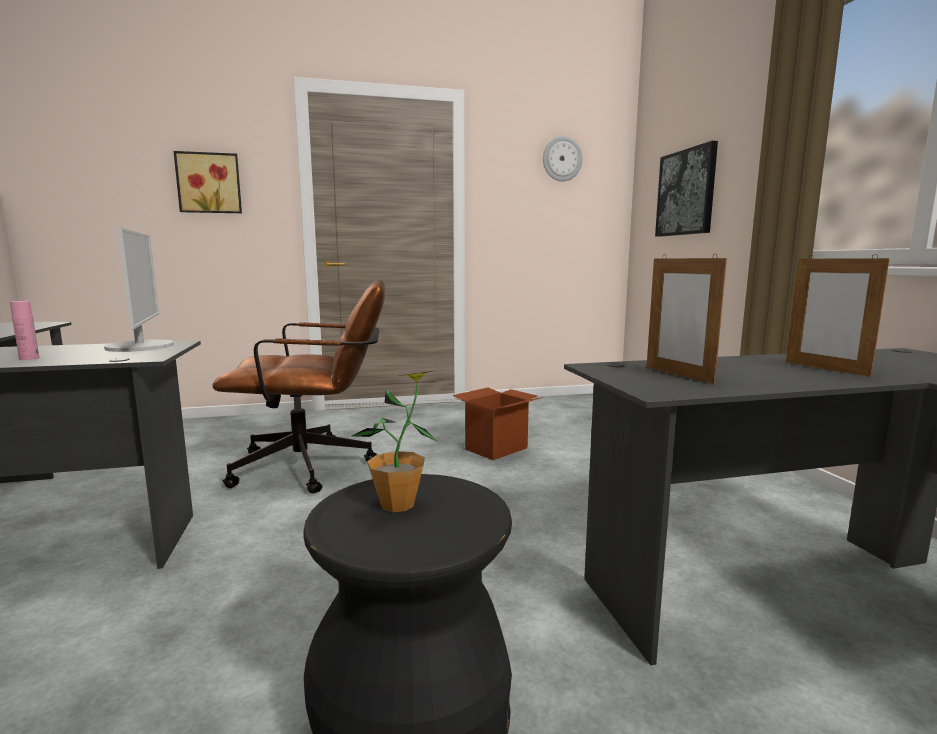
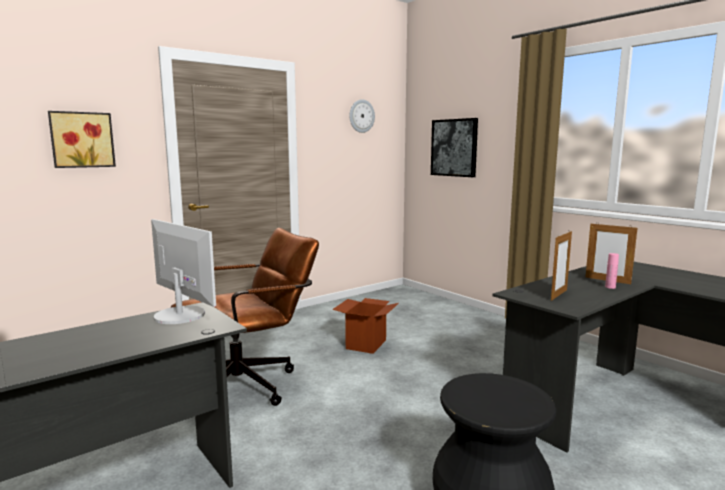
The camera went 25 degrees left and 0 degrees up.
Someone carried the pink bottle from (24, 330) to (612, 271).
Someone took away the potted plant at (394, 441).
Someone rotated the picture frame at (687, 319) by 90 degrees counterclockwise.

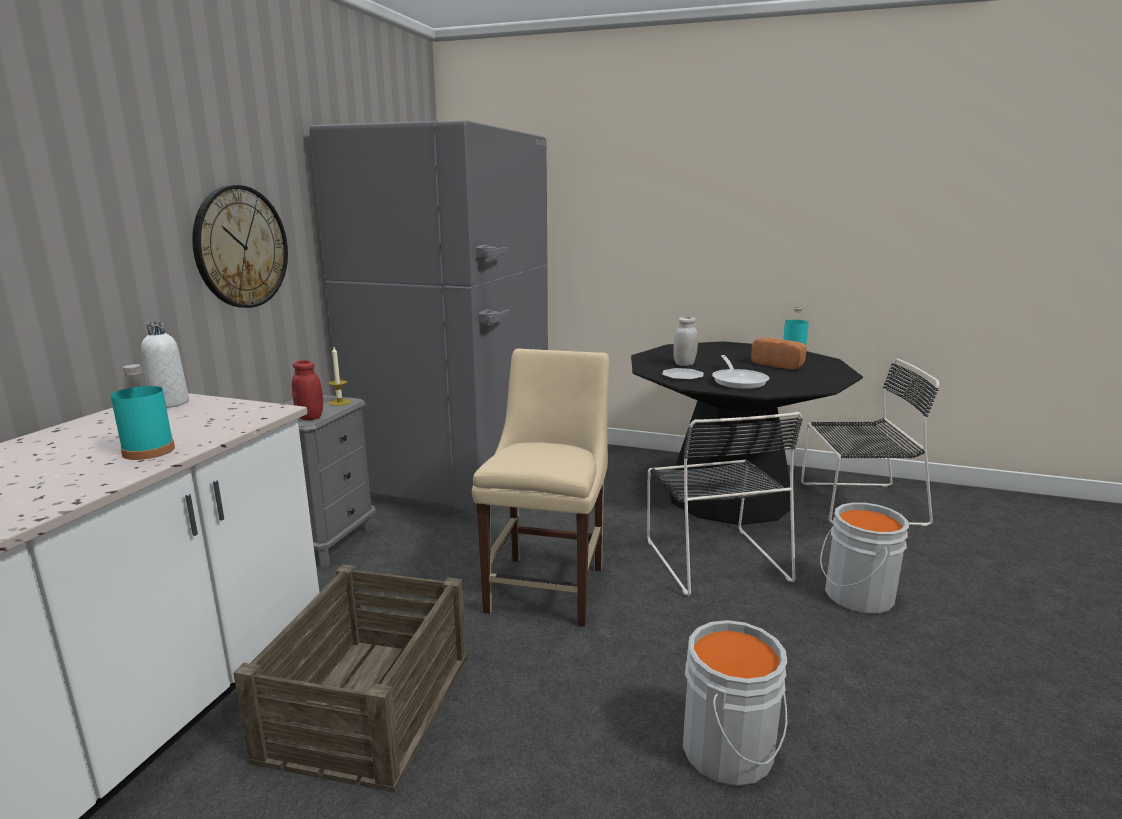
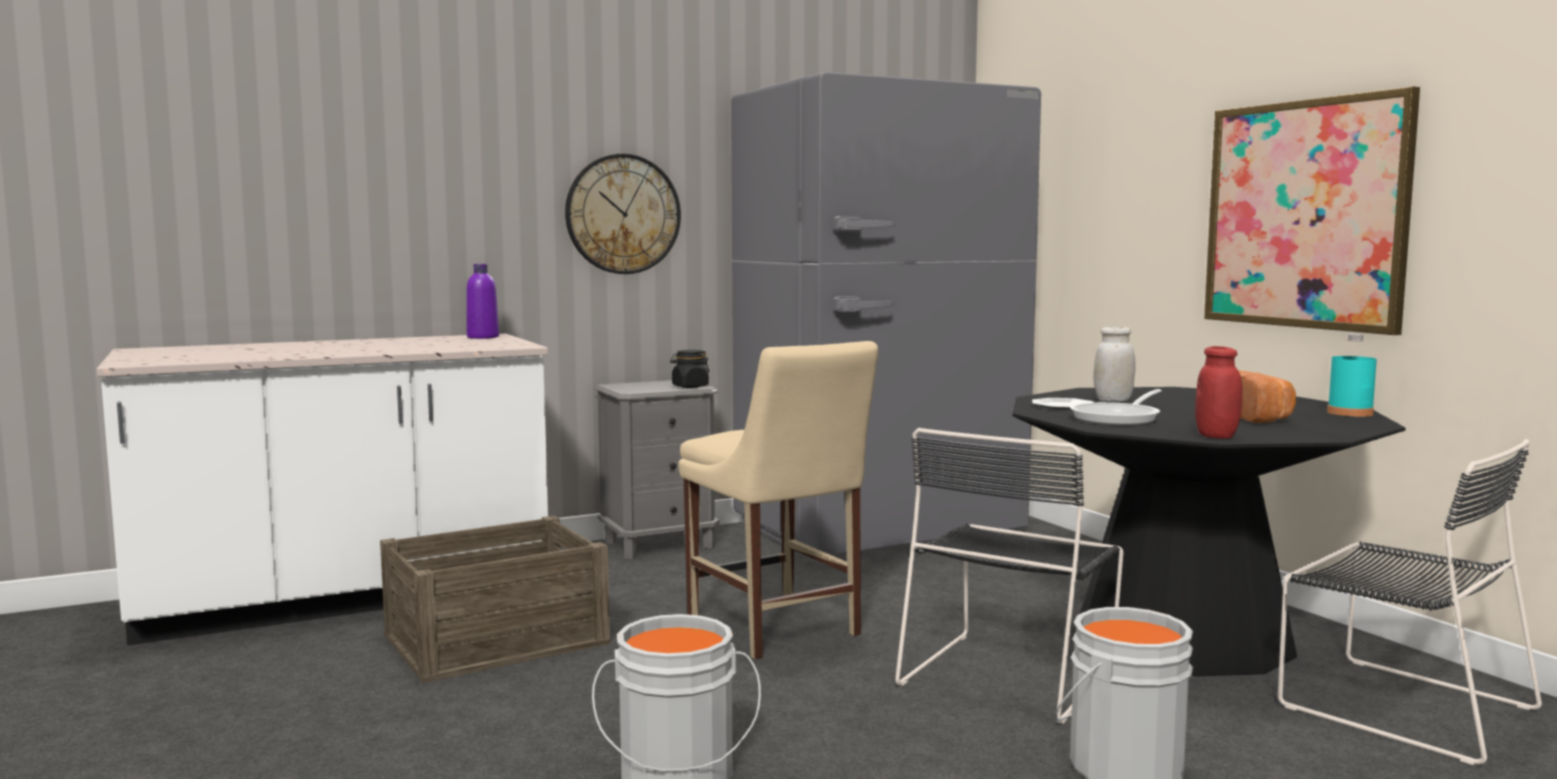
The camera went 45 degrees right and 10 degrees down.
Someone took away the turquoise bottle at (142, 412).
Someone repainted the white bottle at (165, 365), which became the purple bottle at (483, 301).
Someone carried the red jar from (307, 390) to (1218, 392).
Someone swapped the candle at (339, 376) for the black jar at (690, 369).
Someone rotated the beige chair at (541, 488) by 90 degrees clockwise.
Someone put up the picture at (1312, 210).

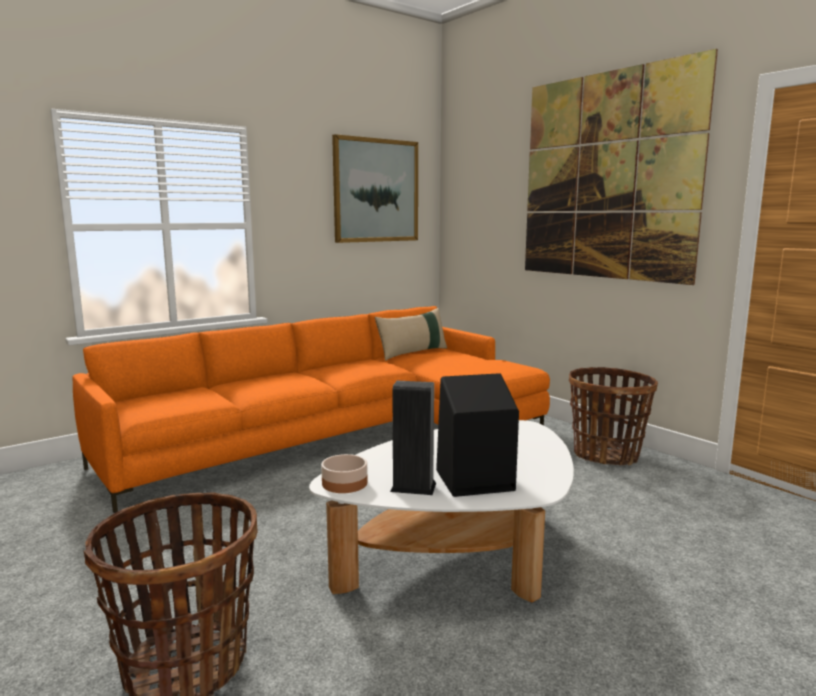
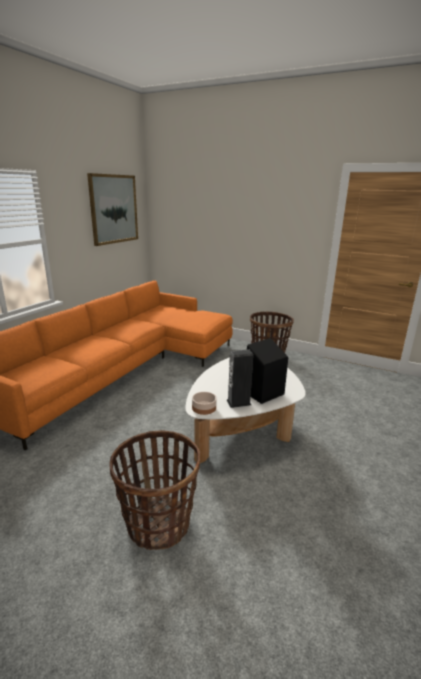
The camera went 25 degrees left and 10 degrees up.
Someone took away the beige pillow at (411, 334).
Someone took away the picture at (621, 167).

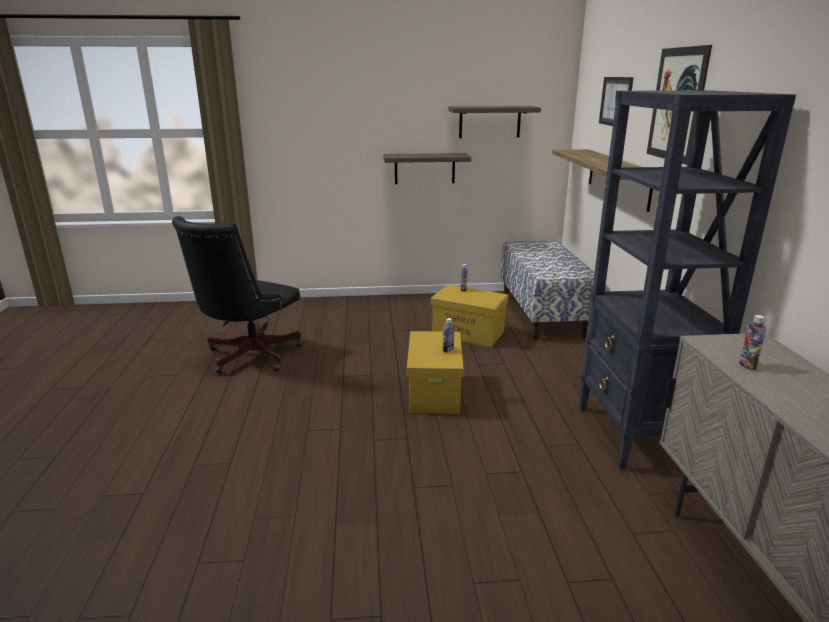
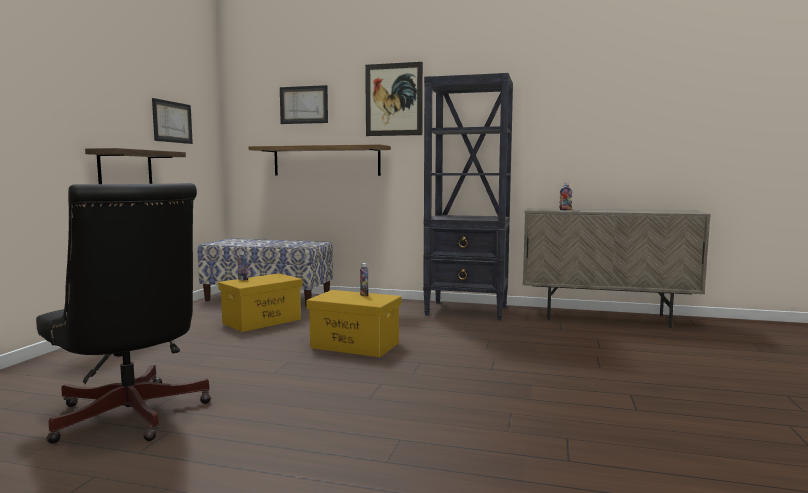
The camera went 70 degrees left and 15 degrees down.
Someone swapped the shelf at (495, 122) for the picture at (172, 121).

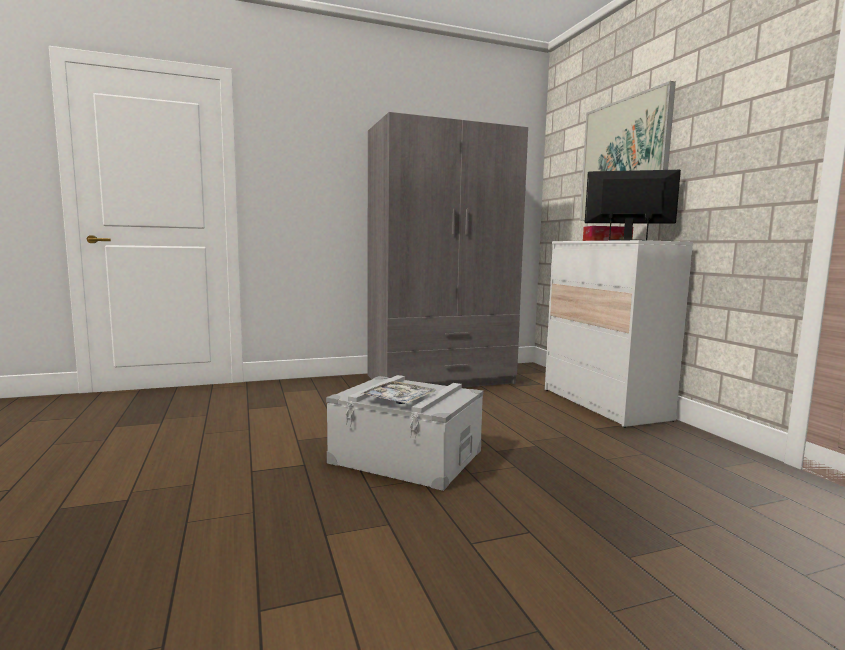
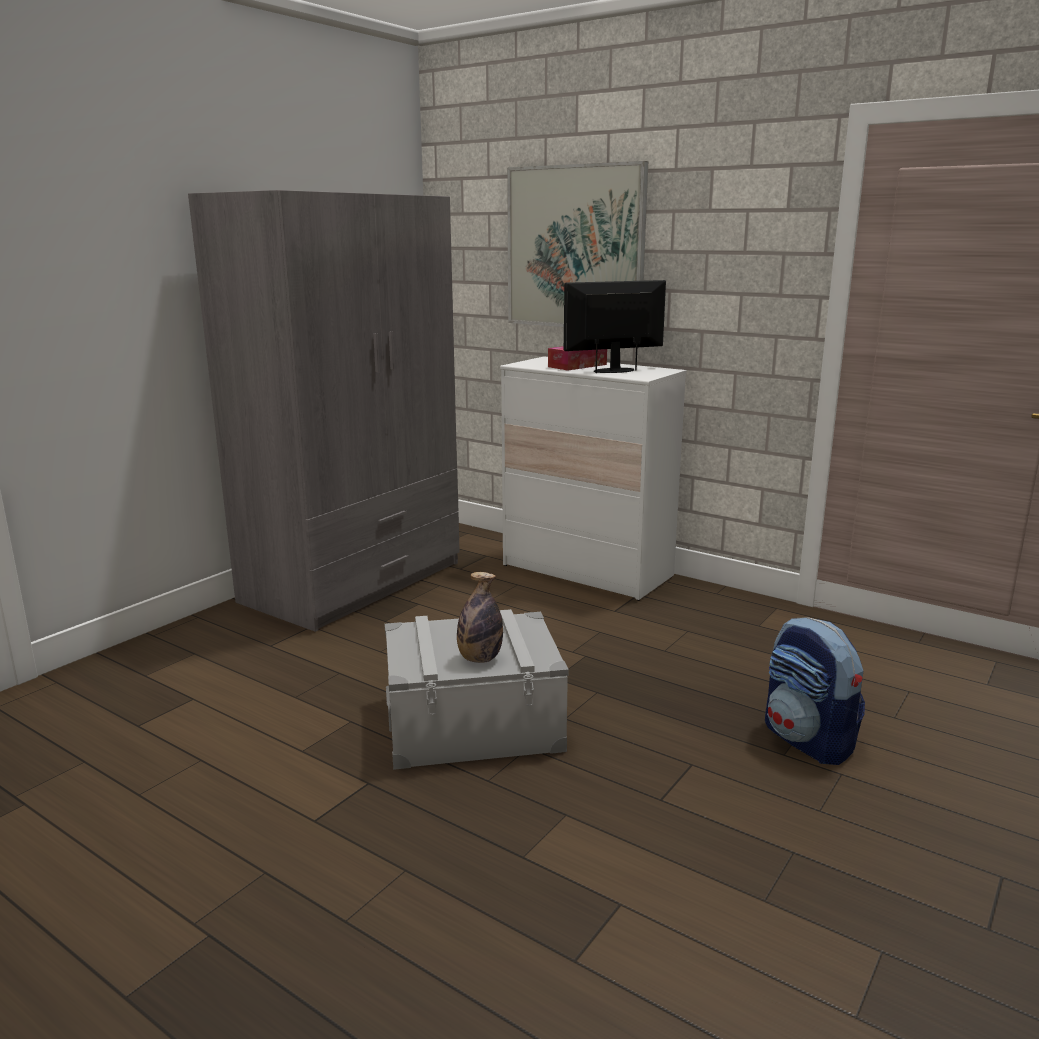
The camera went 35 degrees left and 10 degrees up.
Someone swapped the tray at (398, 392) for the bottle at (480, 617).
Someone put down the backpack at (815, 691).

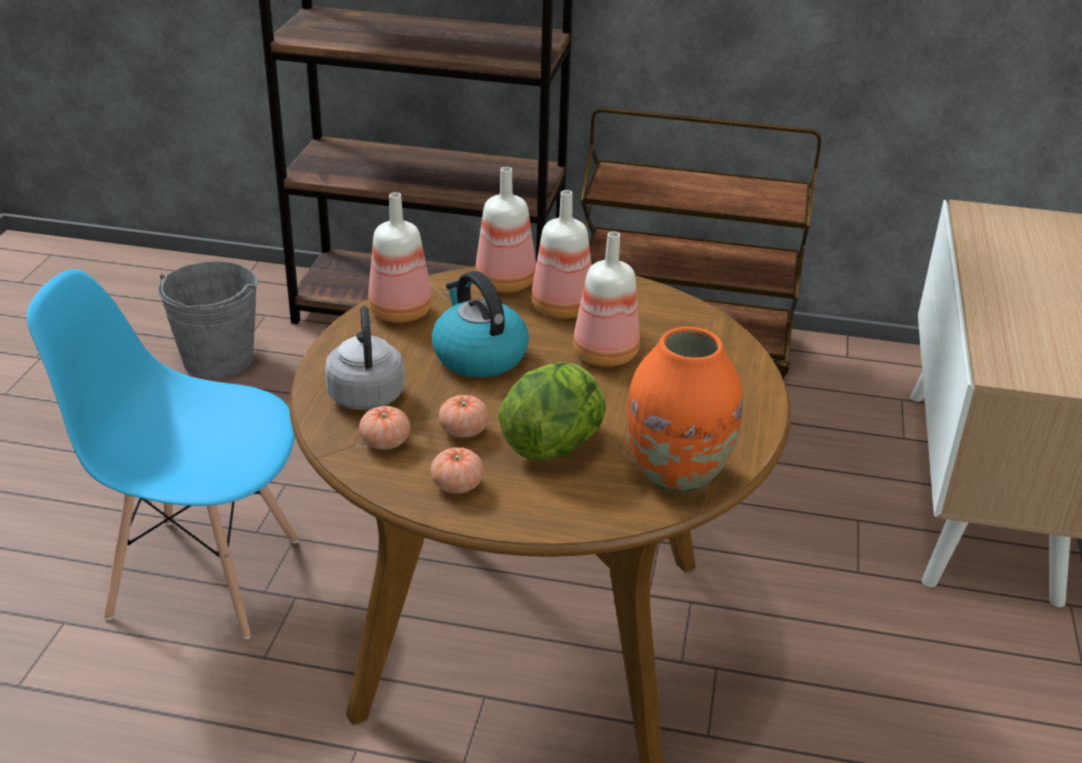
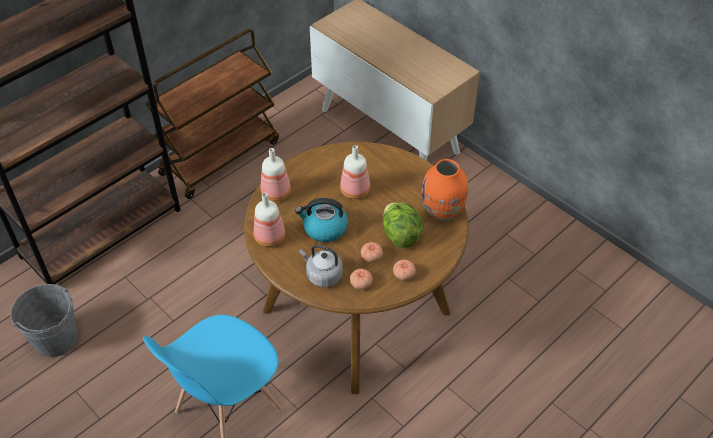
The camera went 55 degrees left and 15 degrees up.
Someone took away the bottle at (562, 254).

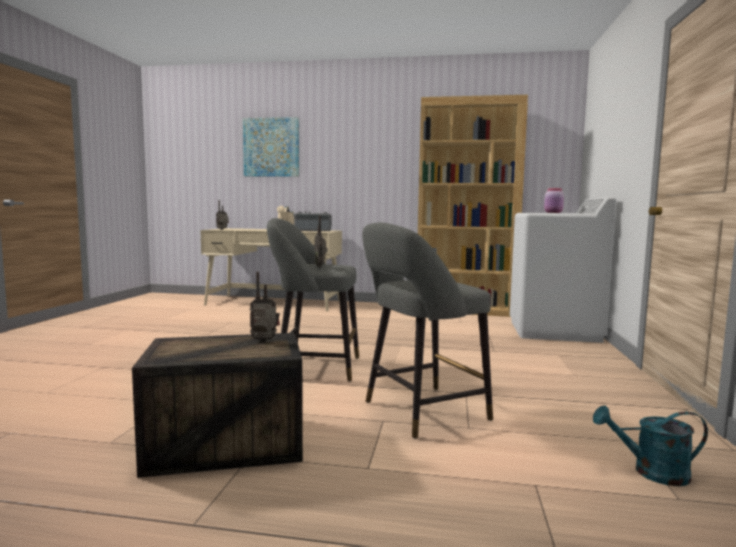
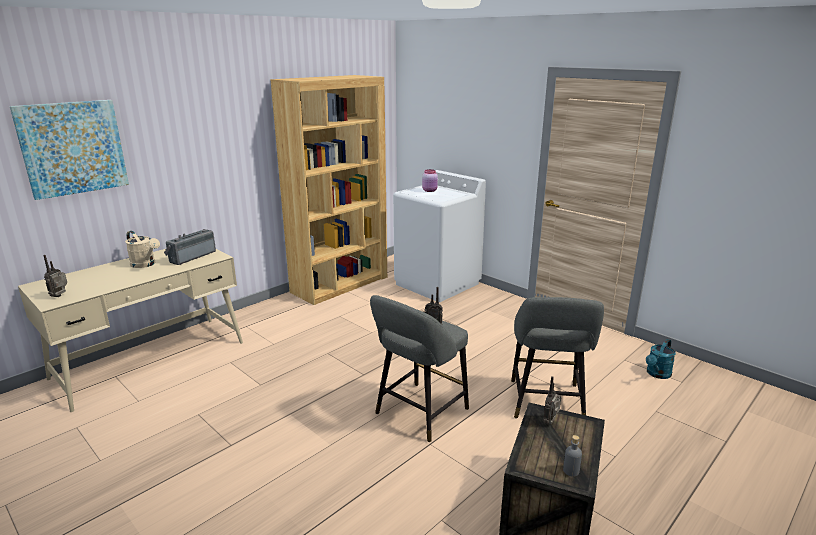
The camera went 55 degrees left and 15 degrees up.
Someone put down the grey bottle at (572, 456).

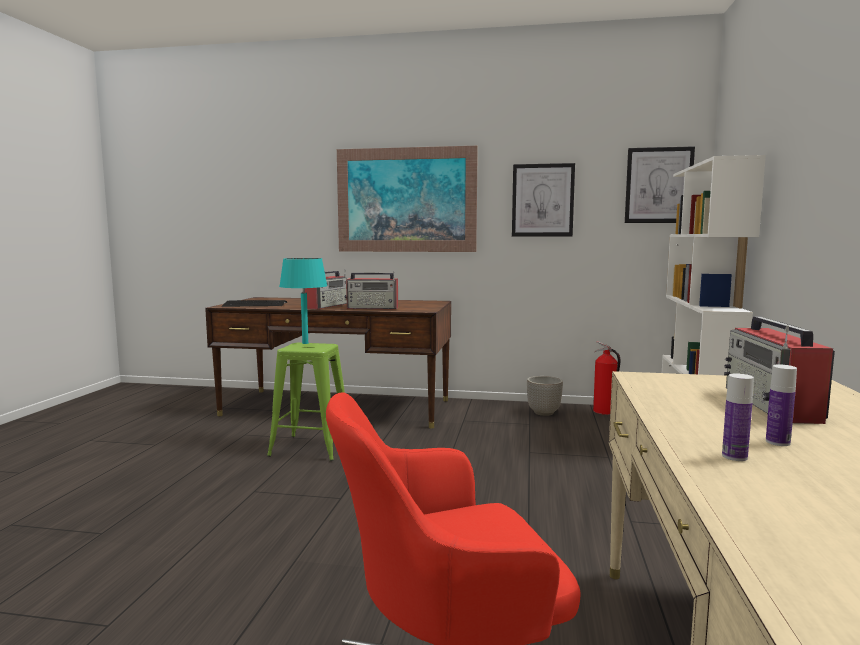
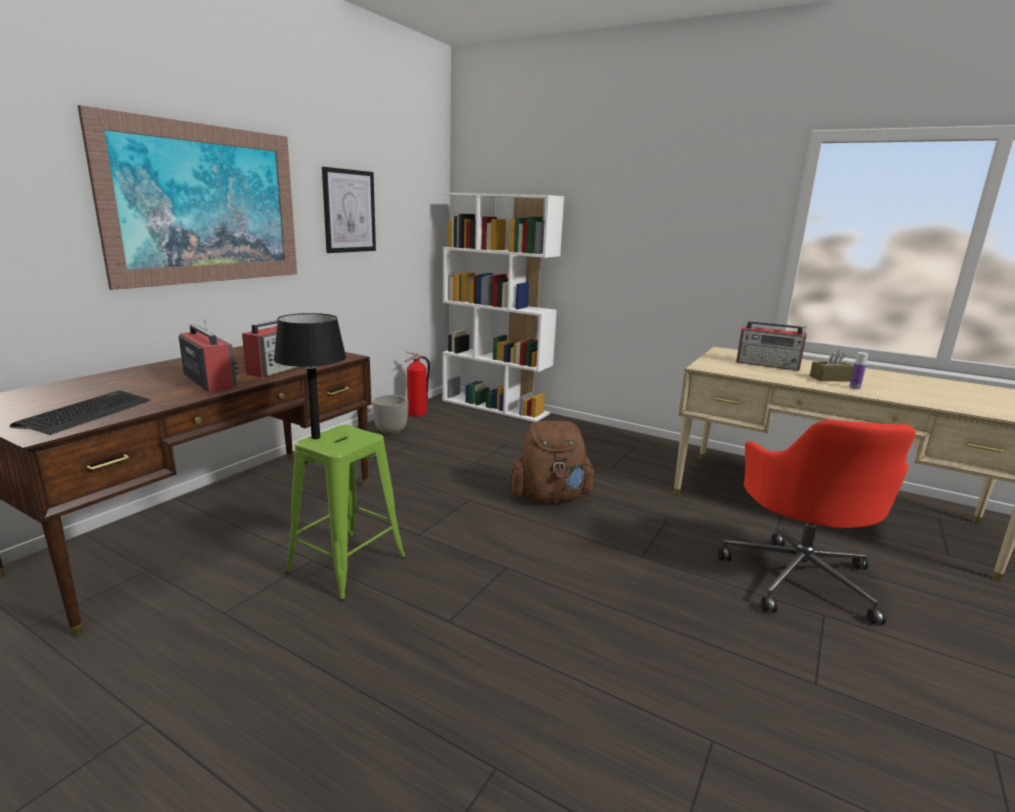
The camera went 70 degrees left and 10 degrees up.
Someone repainted the turquoise table lamp at (303, 301), which became the black table lamp at (309, 376).
Someone took away the picture at (660, 184).
Someone swapped the bottle at (781, 405) for the brown tissue box at (832, 366).
Someone put down the brown backpack at (552, 462).

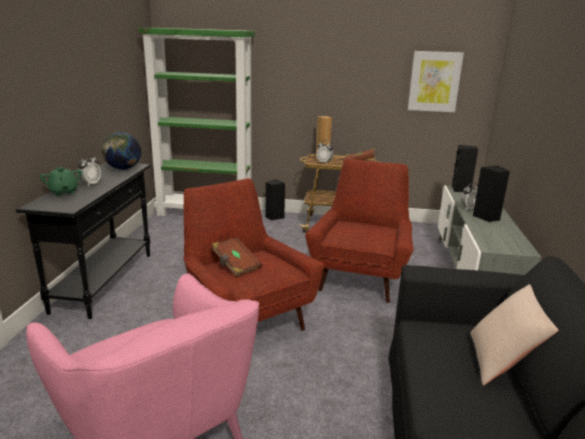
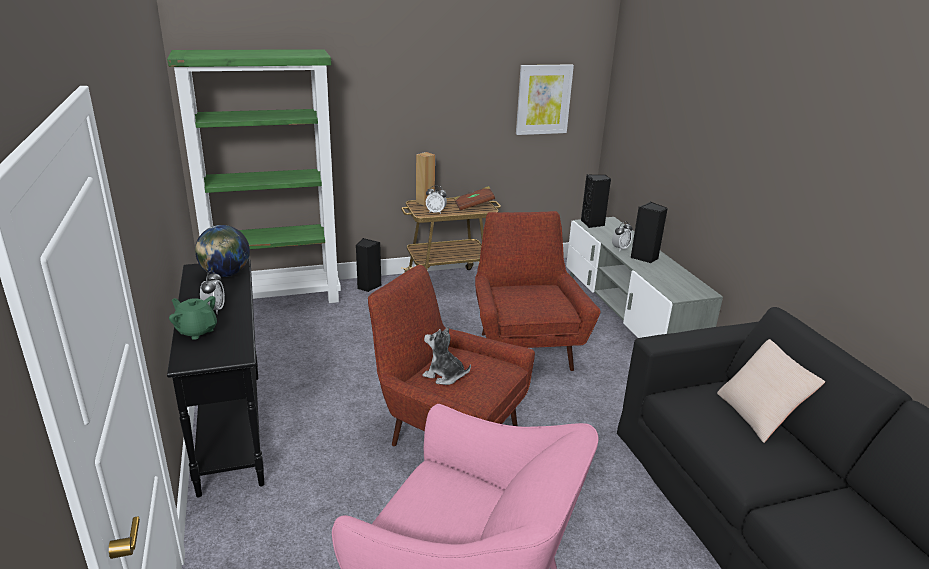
The camera went 25 degrees left and 5 degrees up.
Someone swapped the brown book at (237, 257) for the plush toy at (447, 355).

